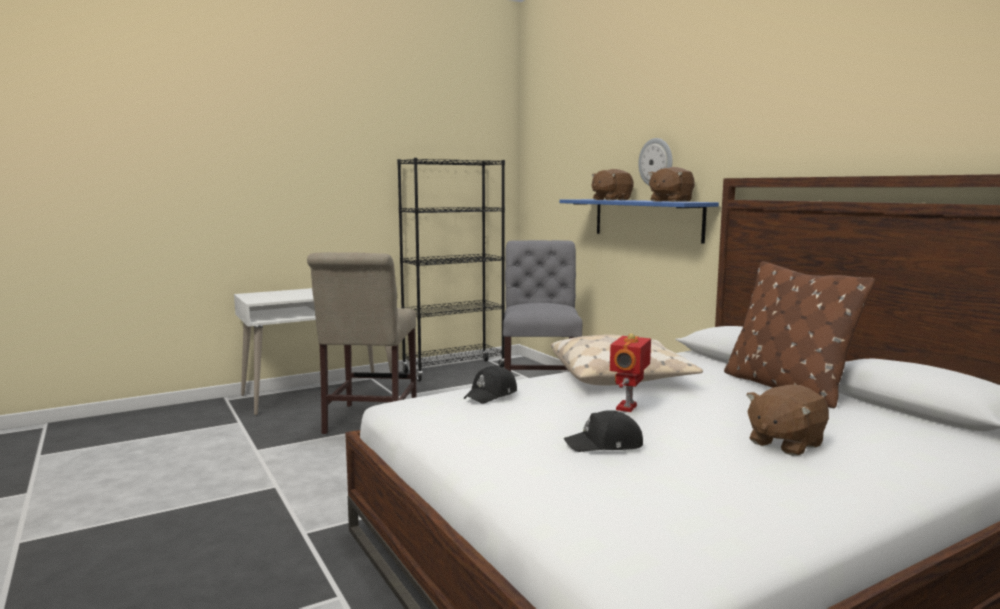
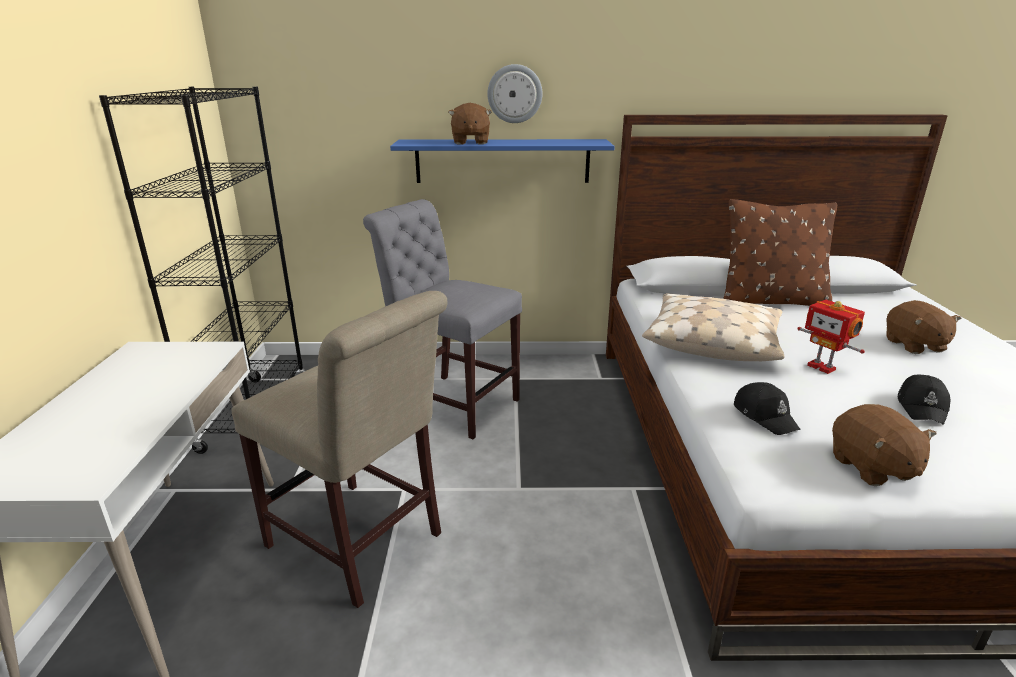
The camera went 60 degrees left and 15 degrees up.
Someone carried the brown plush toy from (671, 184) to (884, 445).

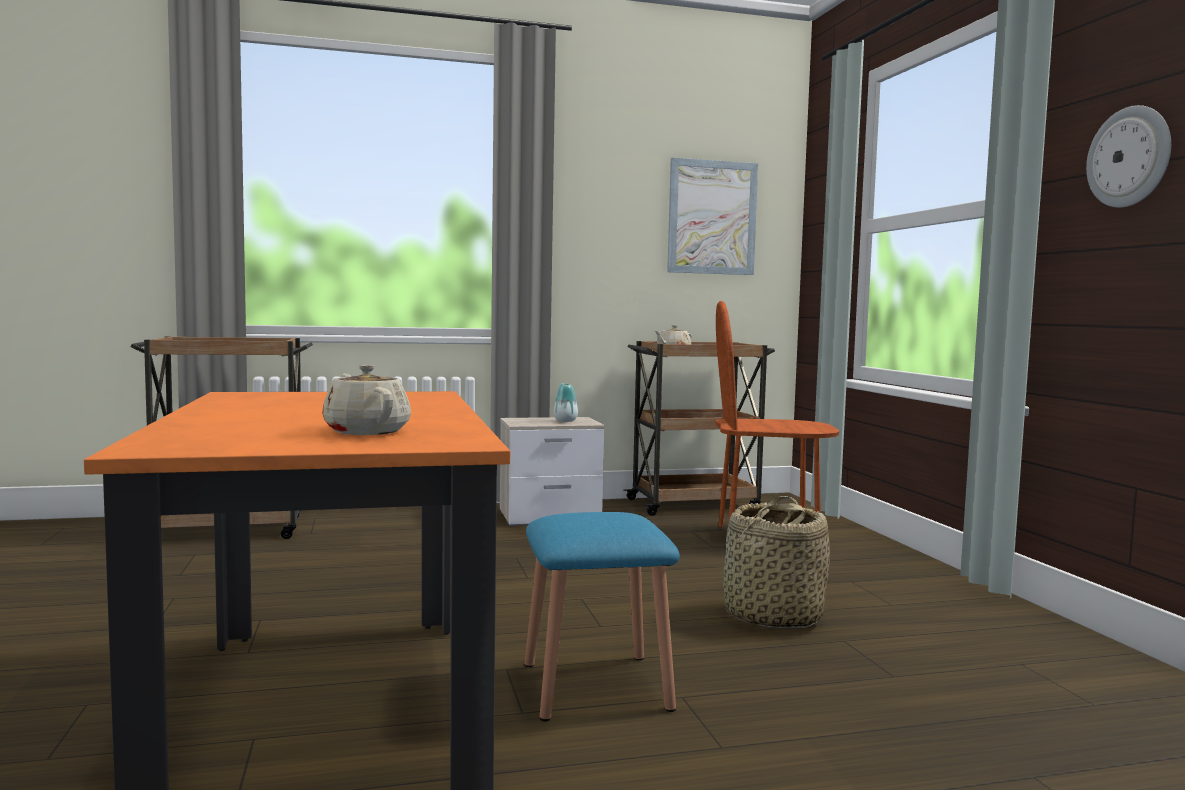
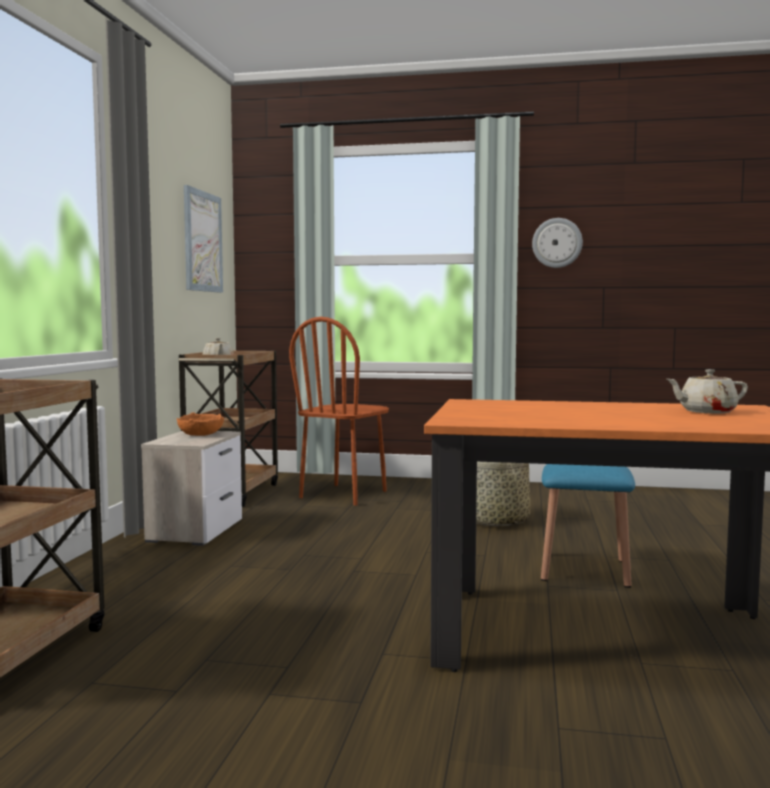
The camera went 65 degrees left and 0 degrees up.
Someone swapped the vase at (566, 402) for the orange bowl at (200, 424).

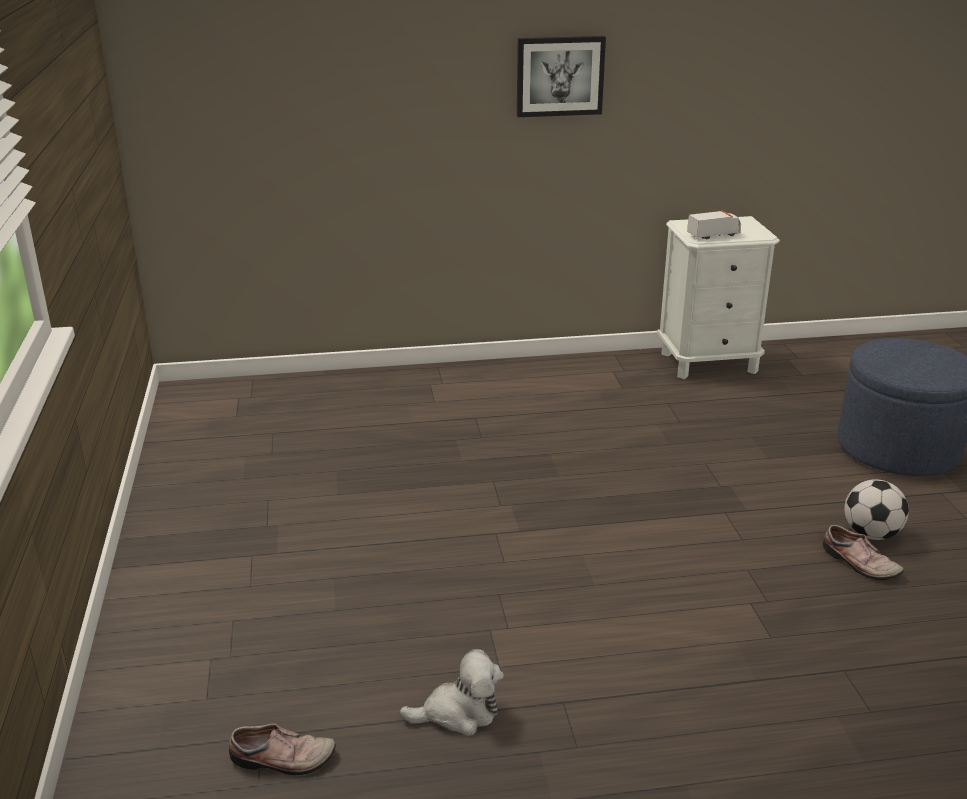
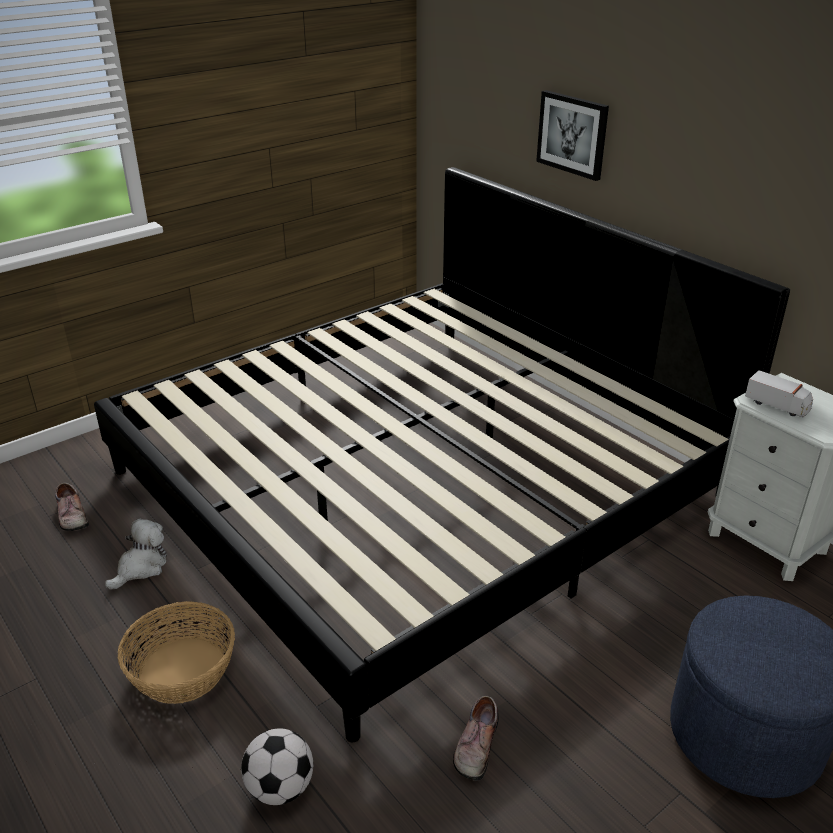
The camera went 60 degrees right and 5 degrees up.
Someone rotated the plush toy at (452, 692) by 105 degrees counterclockwise.
Someone carried the picture from (561, 76) to (572, 135).
Someone carried the football from (876, 509) to (277, 766).
Someone put down the bed at (442, 454).
Someone put down the basket at (176, 652).

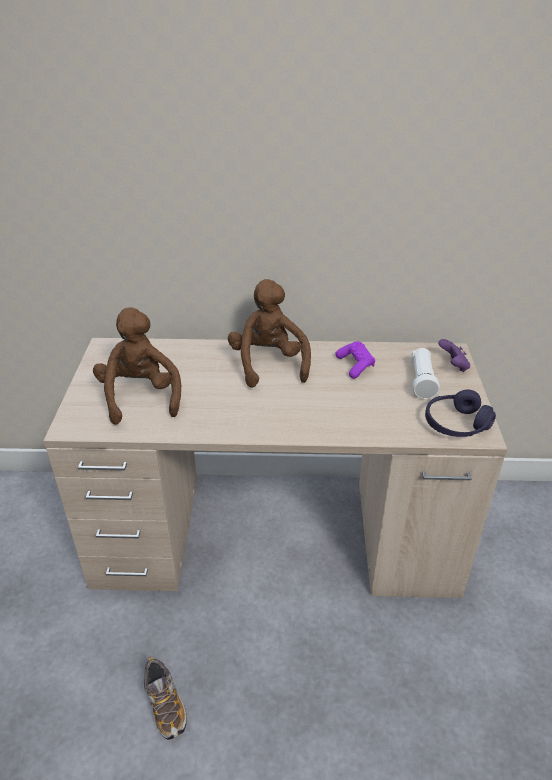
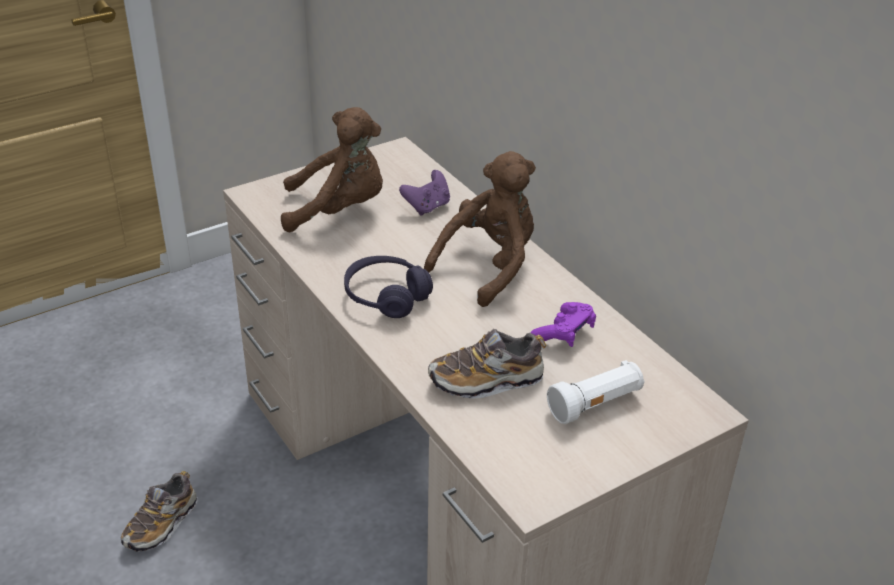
The camera went 55 degrees right and 0 degrees up.
Someone rotated the brown plush toy at (137, 366) by 45 degrees clockwise.
Someone carried the purple headphones from (460, 413) to (388, 287).
Someone carried the purple game controller from (454, 355) to (424, 193).
Someone put down the shoe at (487, 364).

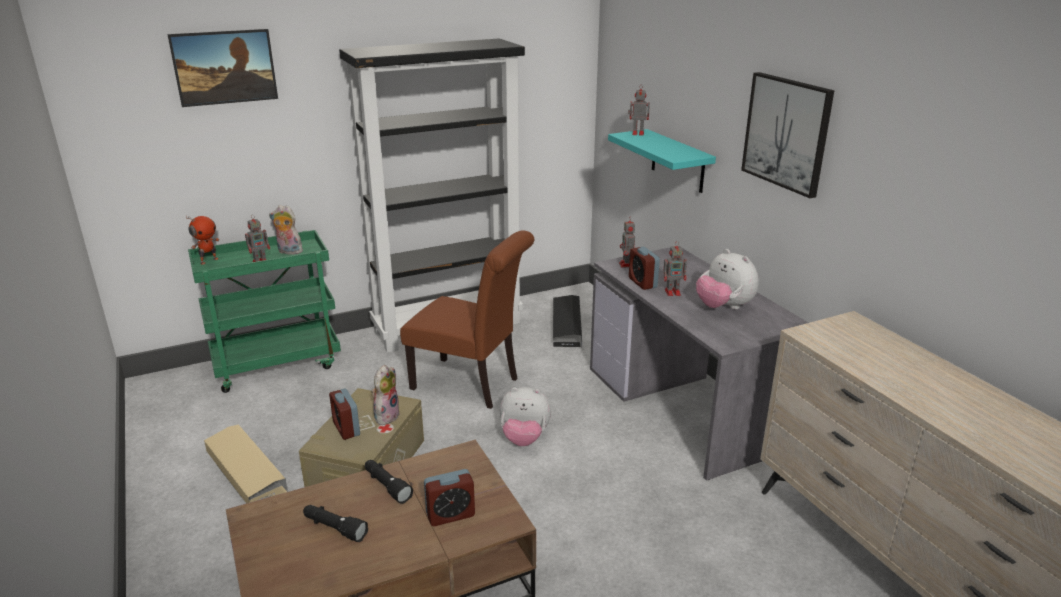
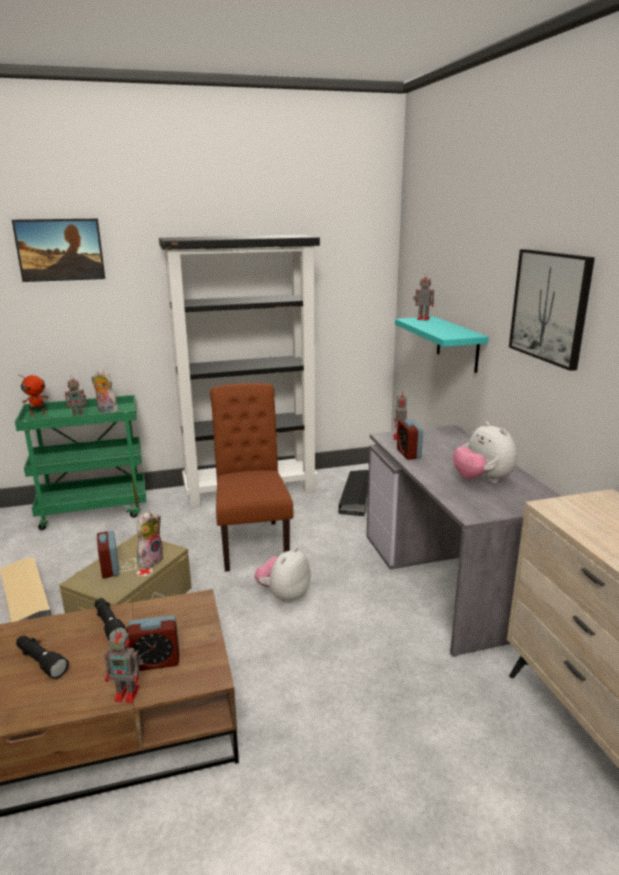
The camera went 10 degrees right and 5 degrees down.
Someone rotated the brown chair at (467, 319) by 135 degrees counterclockwise.
Someone rotated the plush toy at (525, 416) by 105 degrees clockwise.
Someone carried the toy robot from (675, 268) to (124, 665).

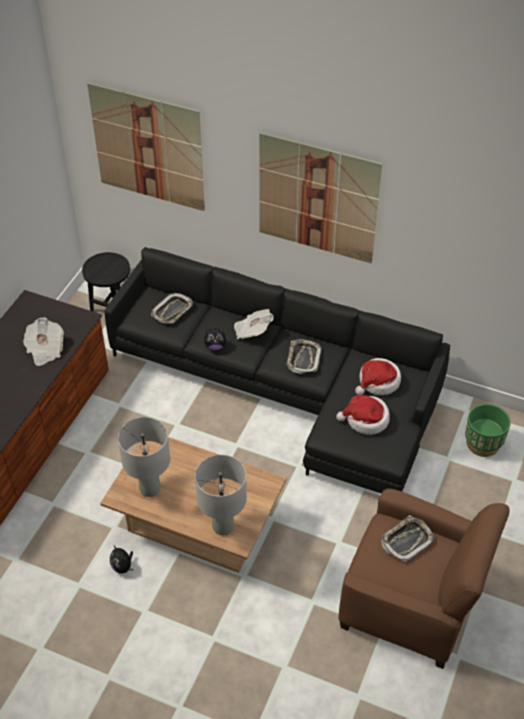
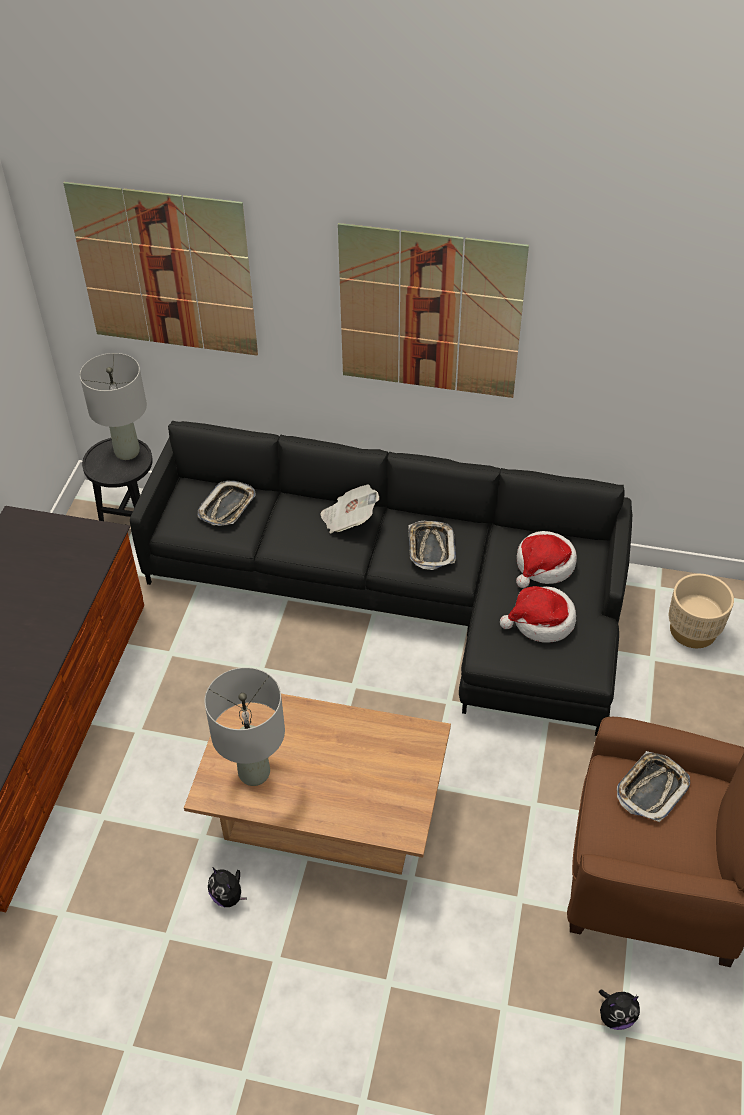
The camera went 10 degrees left and 0 degrees up.
Someone took away the newspaper at (43, 341).
Someone carried the grey table lamp from (221, 495) to (113, 406).
Someone carried the plush toy from (216, 339) to (619, 1009).
Someone repainted the green planter at (488, 430), which became the beige planter at (701, 611).

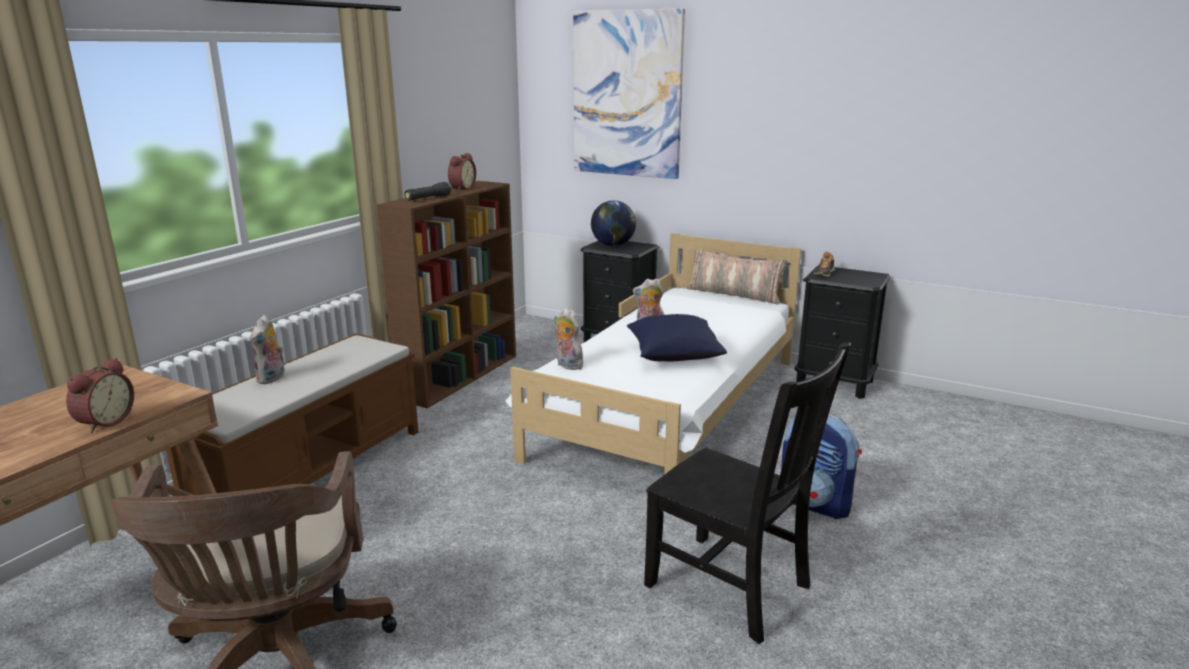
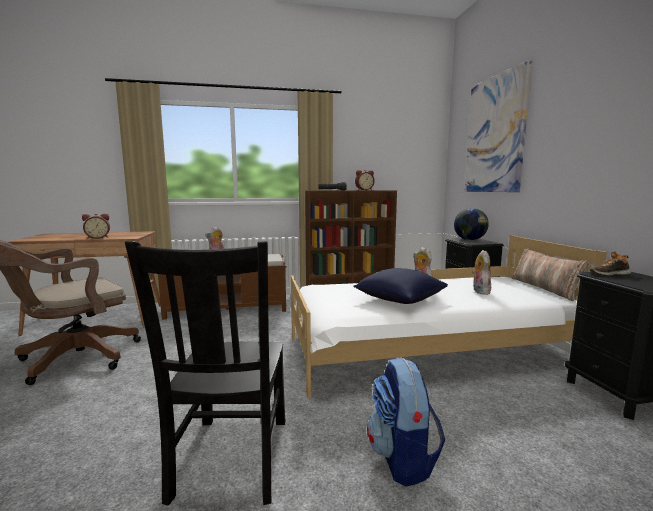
The camera went 50 degrees right and 10 degrees down.
Someone carried the plush toy from (568, 339) to (481, 272).

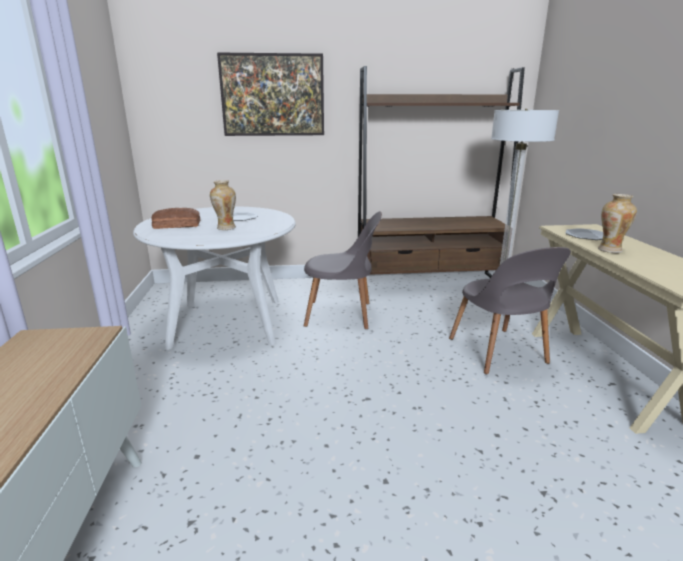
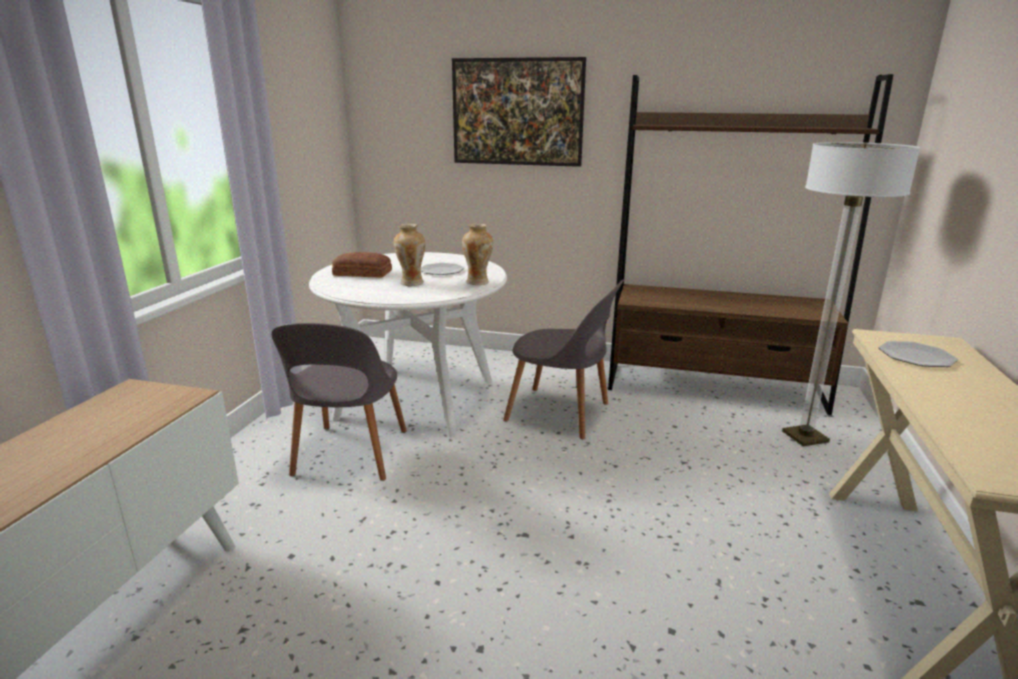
The camera went 20 degrees right and 0 degrees up.
Someone carried the grey chair from (510, 310) to (339, 402).
Someone carried the vase from (617, 223) to (477, 254).

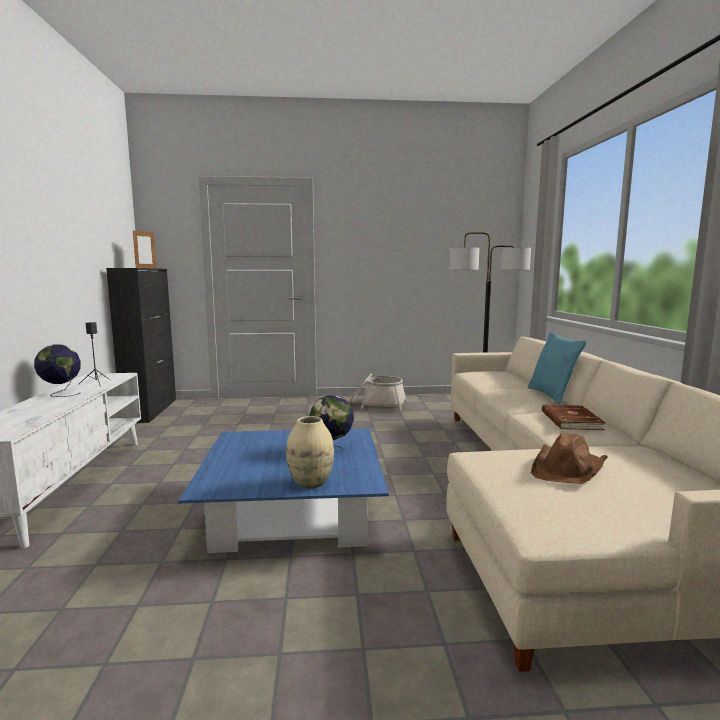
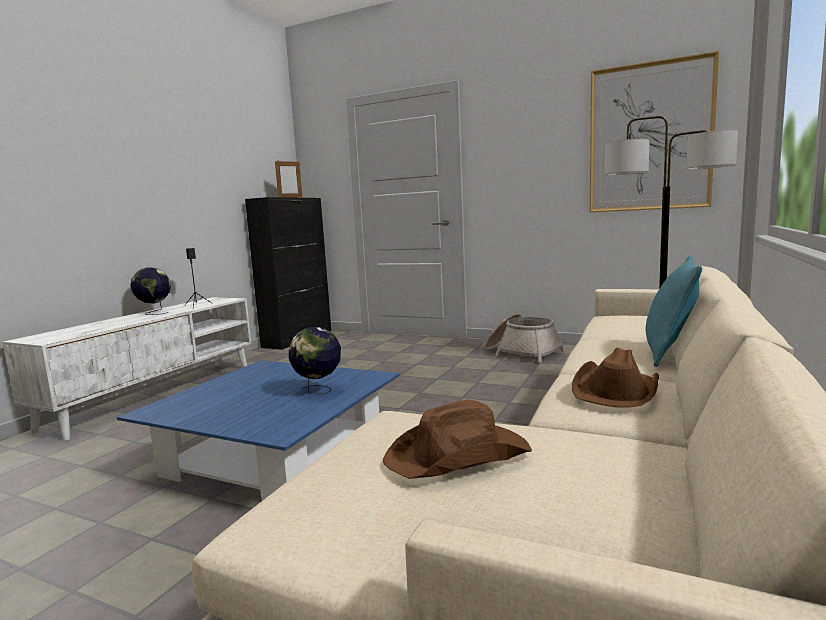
The camera went 30 degrees right and 0 degrees up.
Someone took away the beige vase at (310, 452).
Someone swapped the brown book at (573, 417) for the brown hat at (615, 378).
Someone put up the picture at (654, 131).

